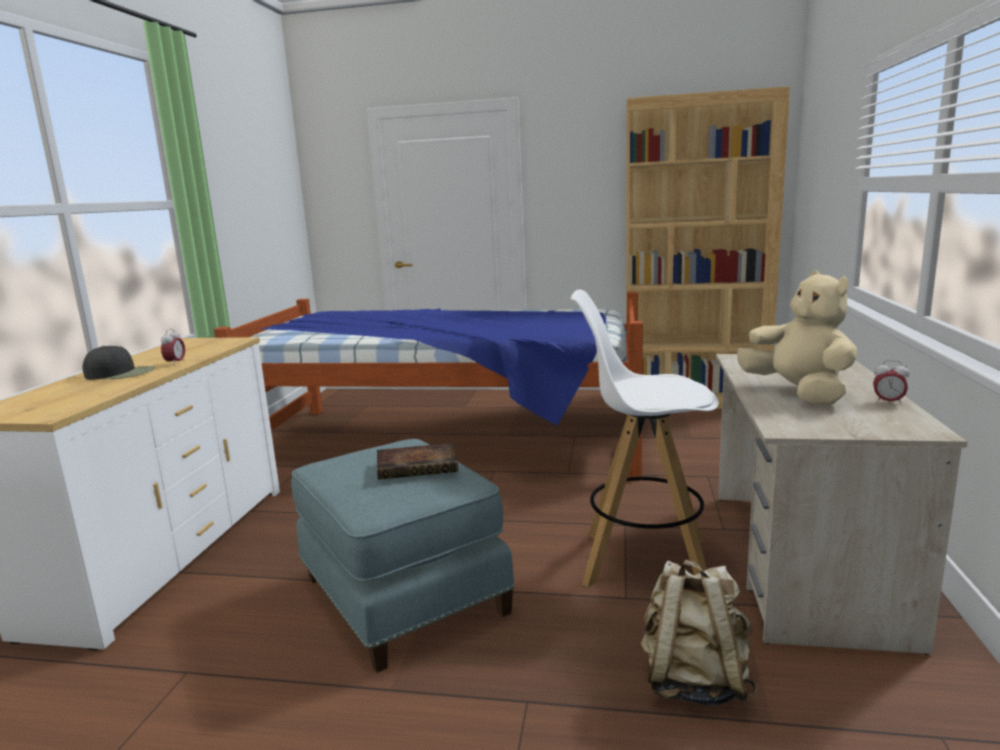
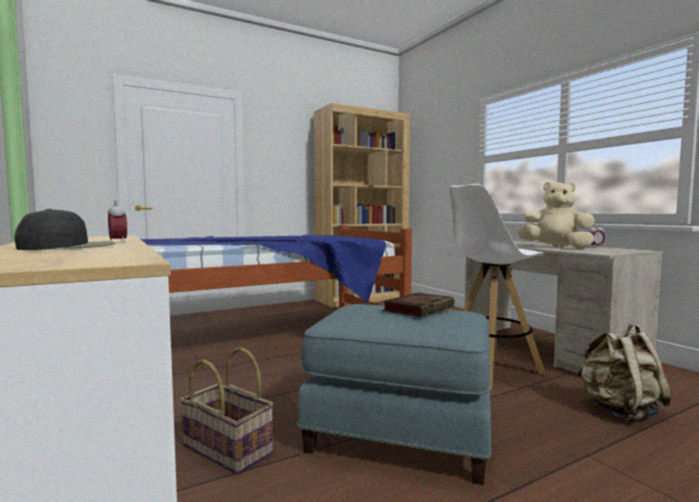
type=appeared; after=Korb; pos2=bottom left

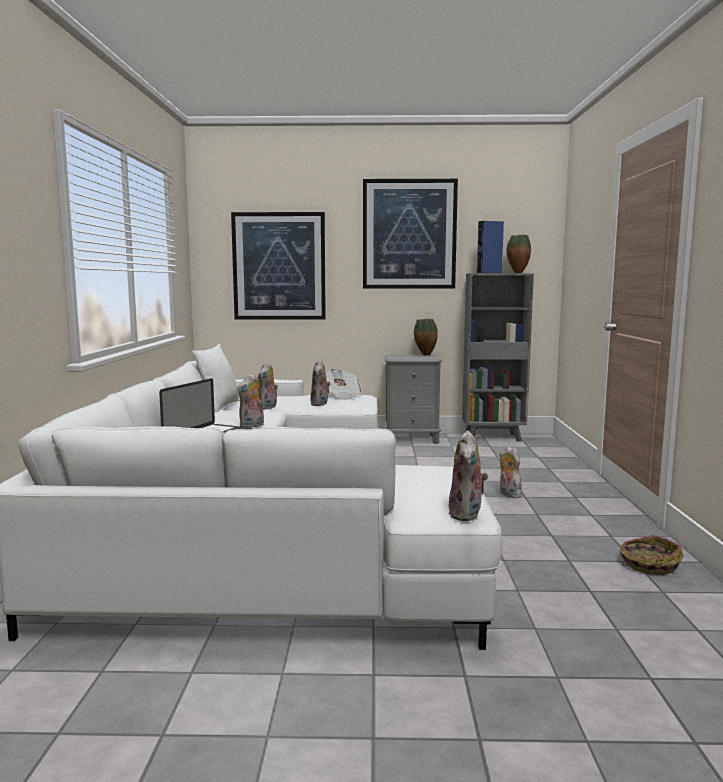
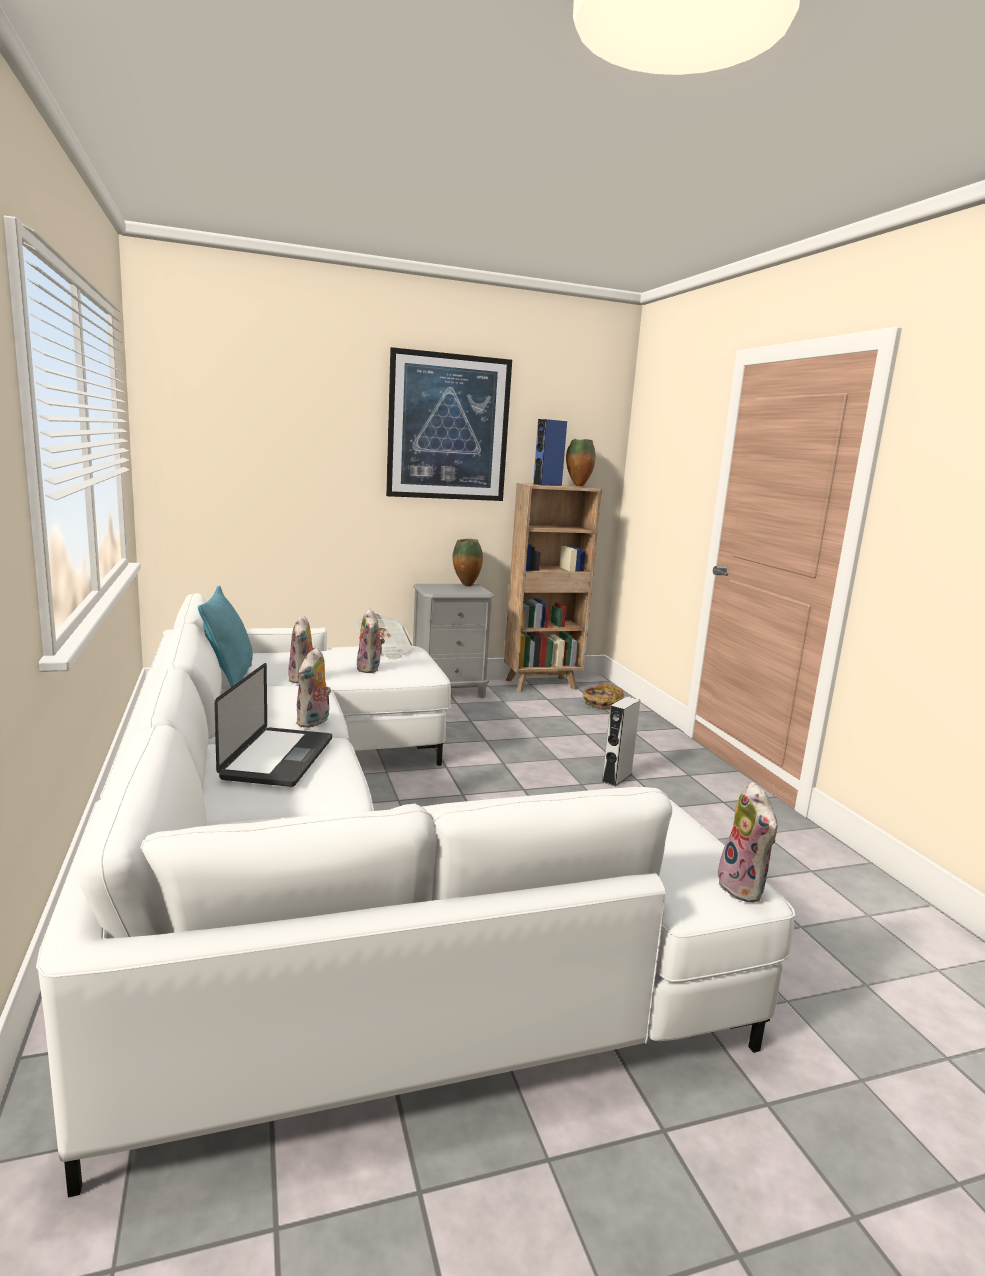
type=missing; before=Bild (no. 1 from left); pos1=centre
type=relocated; before=Korb; pos1=bottom right; pos2=centre
type=exchanged; before=Plüschtier (no. 5 from left); after=Lautsprecher/grau; pos1=middle right; pos2=centre
type=colour; before=Kissen/weiß; after=Kissen/türkis; pos1=middle left; pos2=middle left
type=colour; before=Bücherregal/grau; after=Bücherregal/braun; pos1=middle right; pos2=centre

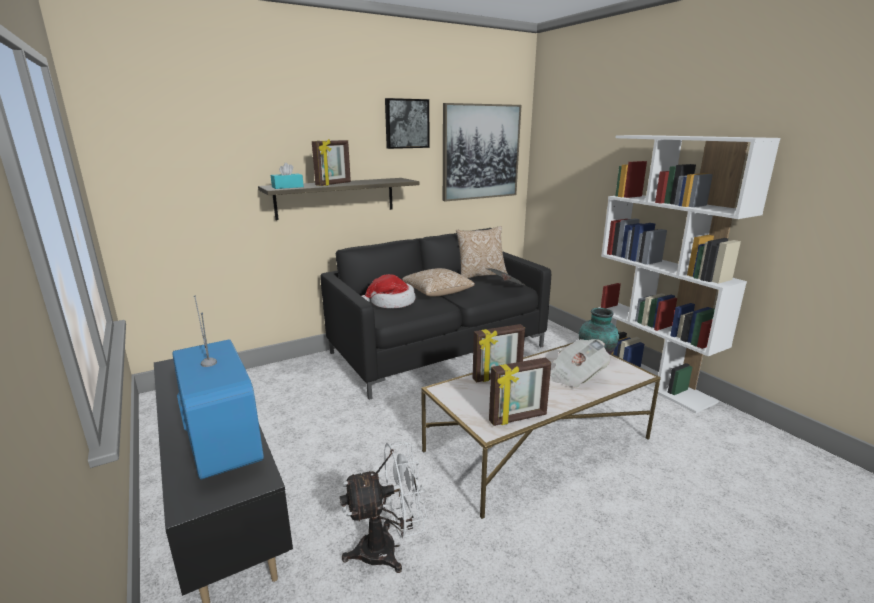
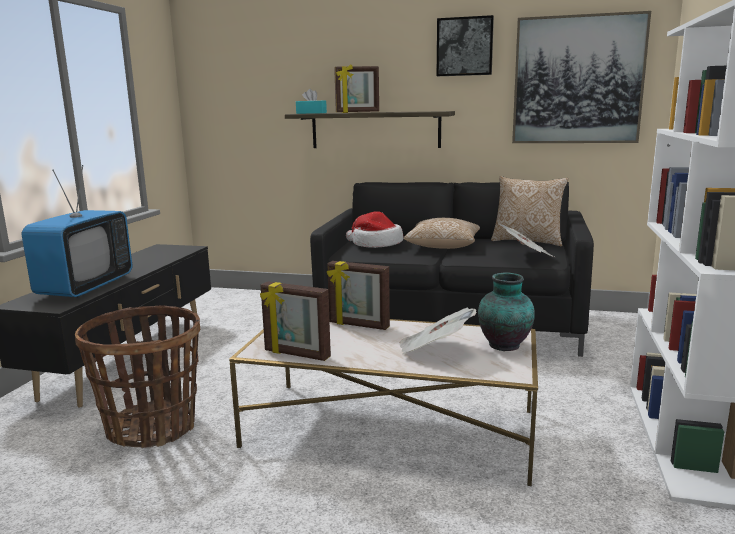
type=exchanged; before=Ventilator/weiß; after=Korb; pos1=bottom centre; pos2=bottom left

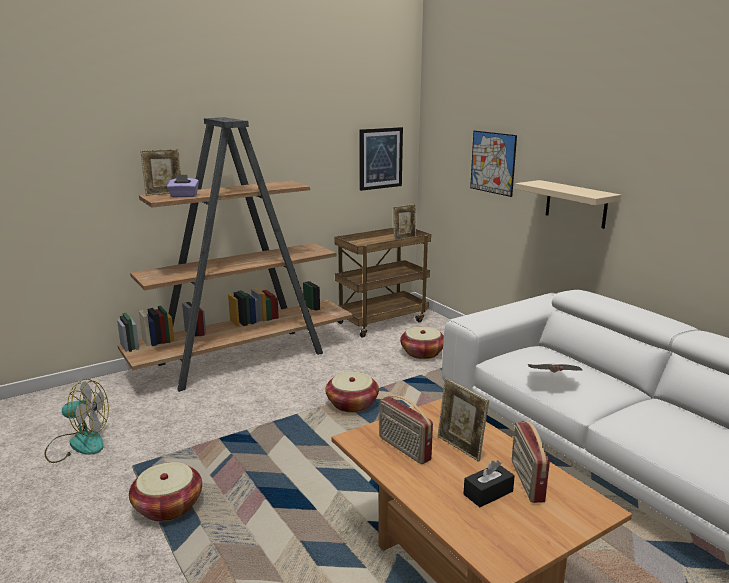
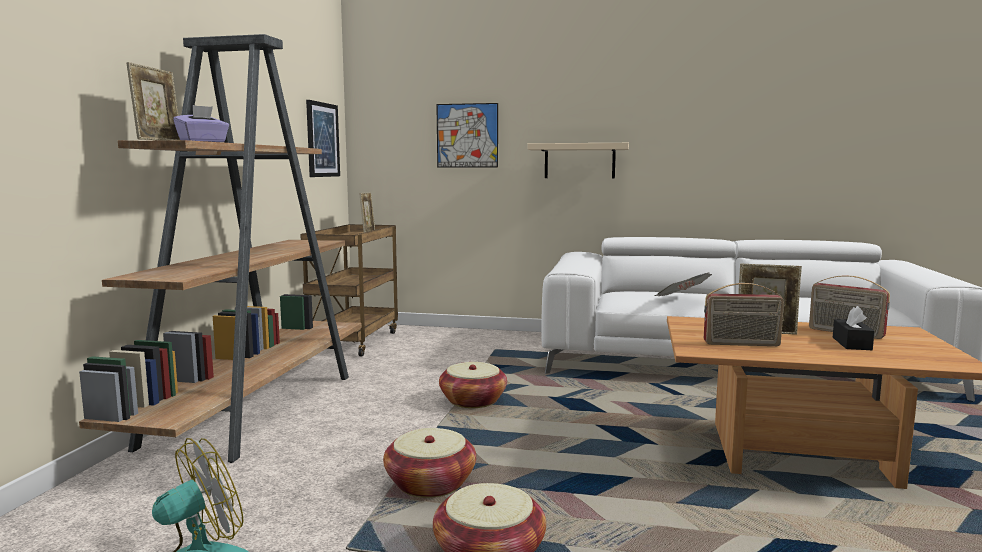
type=relocated; before=Korb (no. 3 from left in the first image); after=Korb (no. 1 from left); pos1=centre; pos2=bottom centre

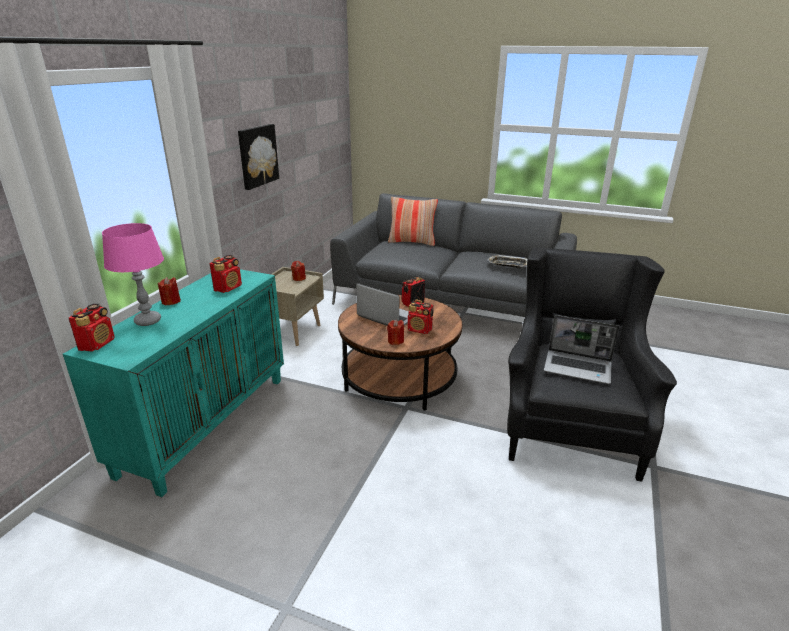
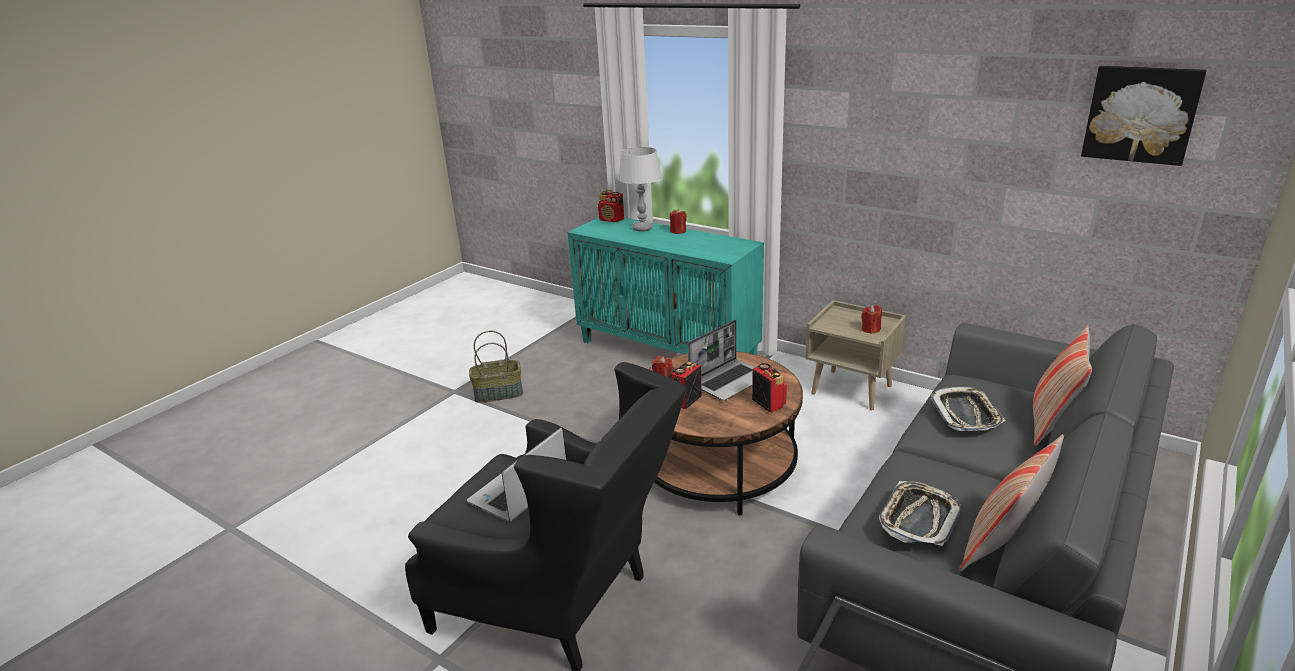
type=missing; before=Radio (no. 2 from left); pos1=middle left
type=appeared; after=Korb; pos2=centre
type=appeared; after=Tablett (no. 2 from left); pos2=middle right
type=appeared; after=Kissen (no. 1 from left); pos2=bottom right
type=relocated; before=Bild; pos1=top left; pos2=top right
type=colour; before=Tischlampe/rosa; after=Tischlampe/grau; pos1=middle left; pos2=top centre

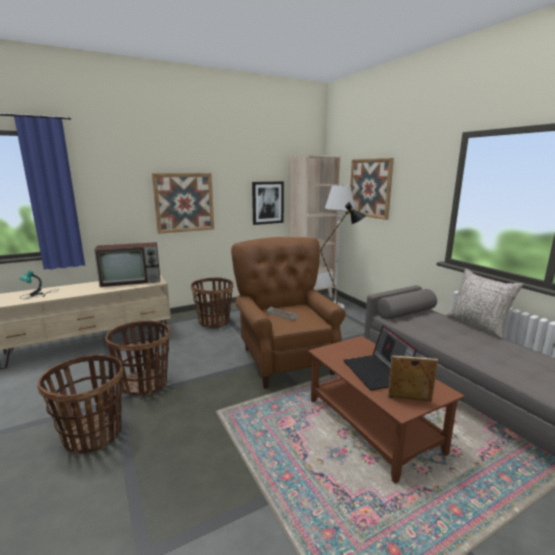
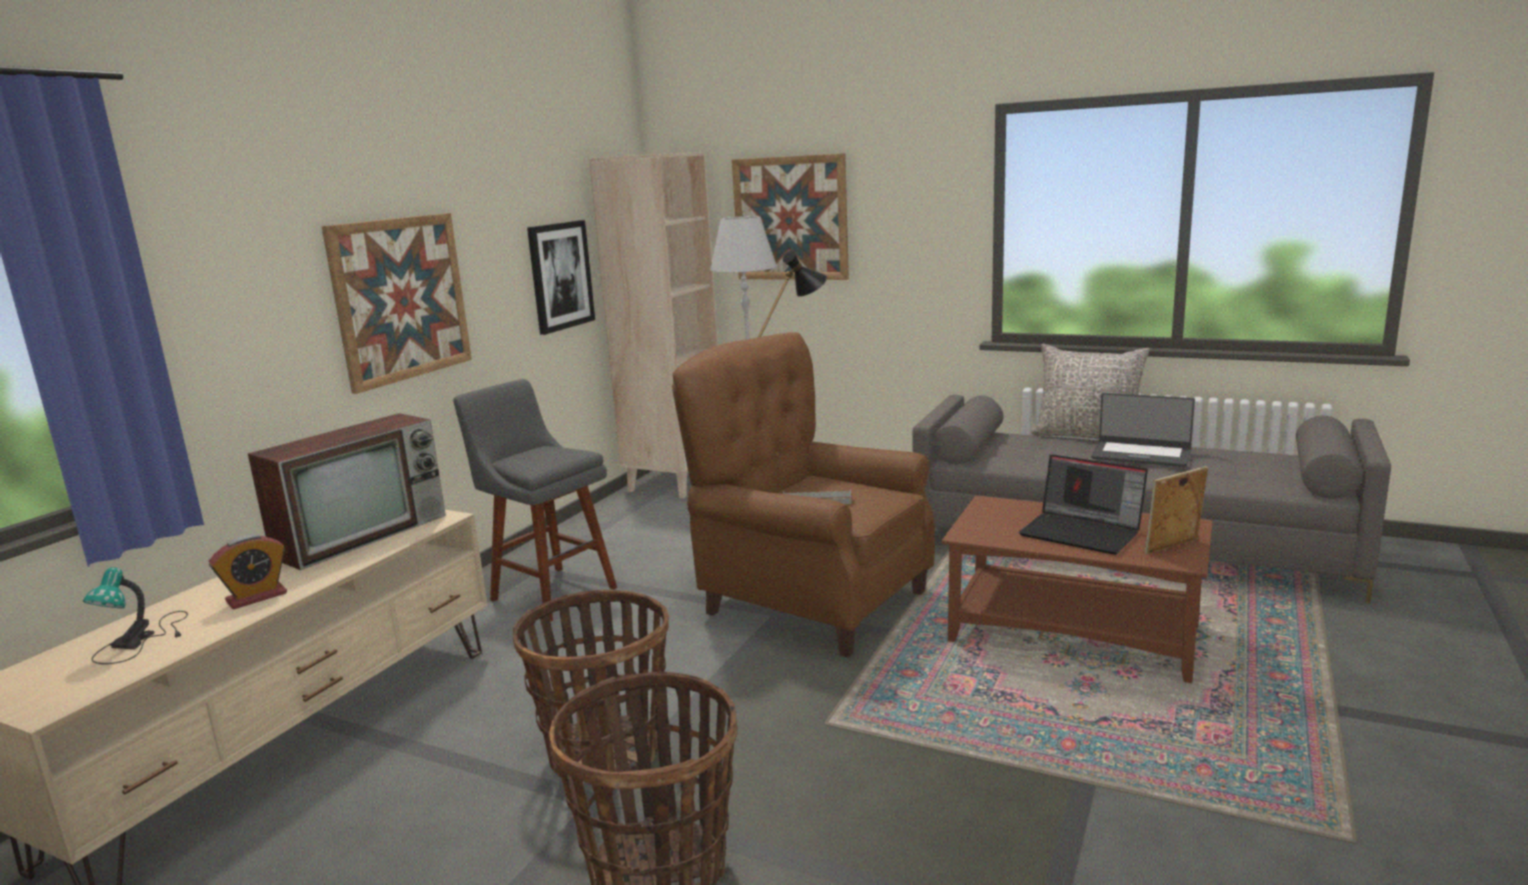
type=appeared; after=Wecker; pos2=middle left
type=appeared; after=Laptop (no. 2 from left); pos2=middle right
type=exchanged; before=Korb (no. 3 from left); after=Hocker/grau; pos1=centre; pos2=centre

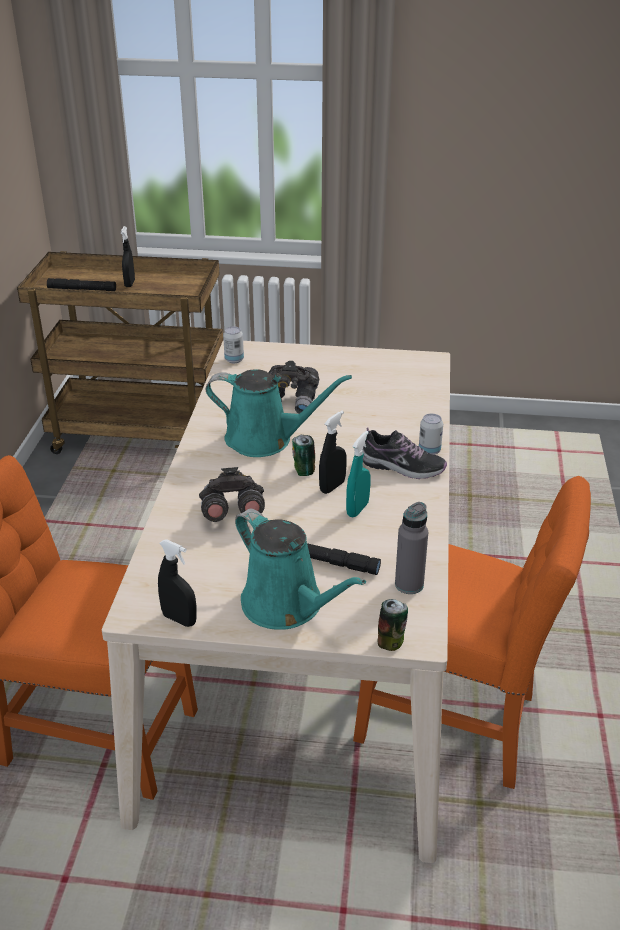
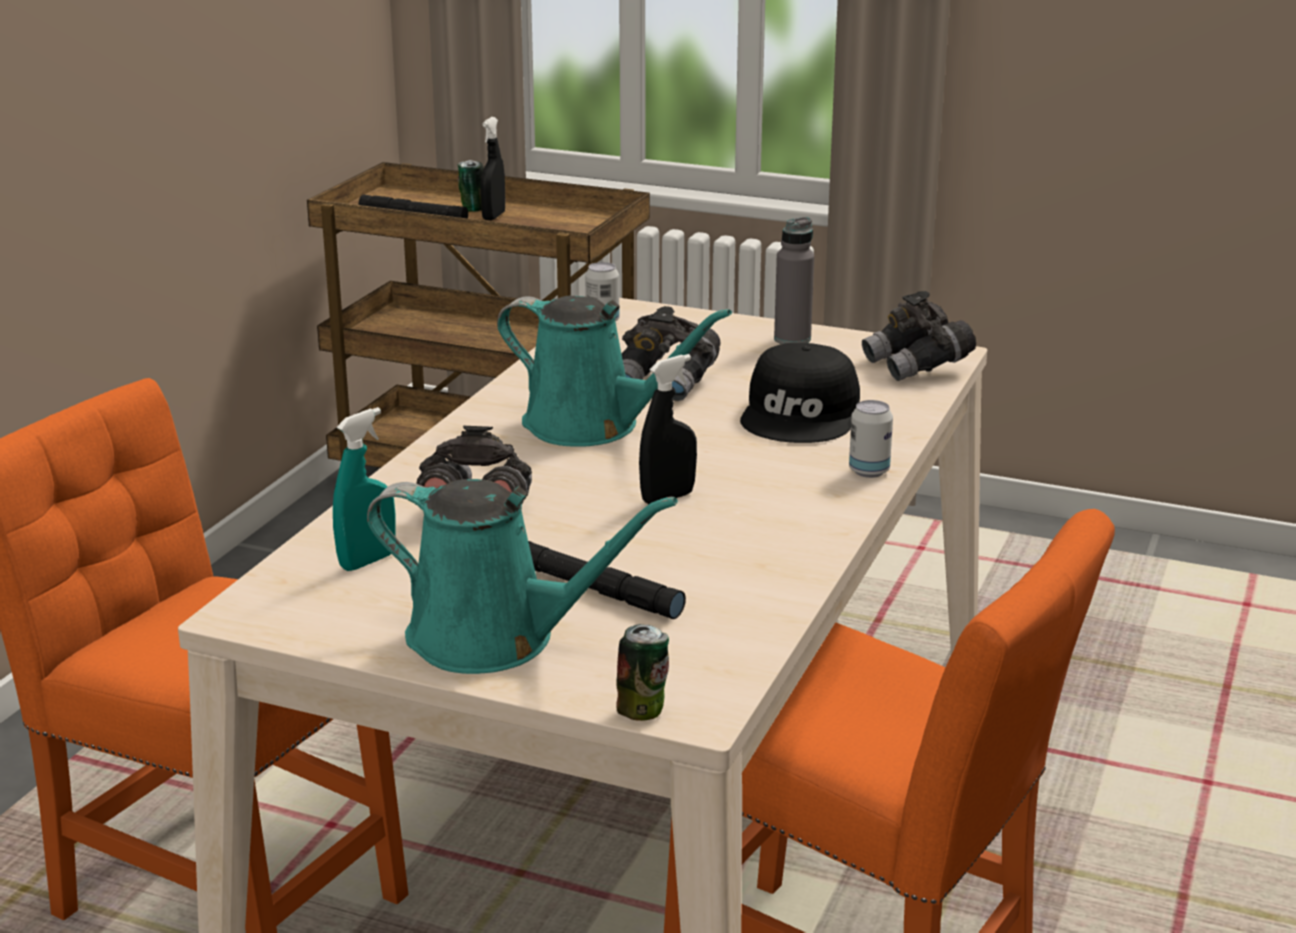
type=missing; before=Sprühflasche/schwarz (no. 2 from left); pos1=middle left
type=missing; before=Schuh; pos1=centre
type=appeared; after=Kappe/schwarz; pos2=centre
type=appeared; after=Fernglas/grau (no. 3 from left); pos2=middle right
type=relocated; before=Dose (no. 2 from left in the first image); after=Dose (no. 1 from left); pos1=centre; pos2=top centre
type=relocated; before=Sprühflasche/türkis; pos1=centre; pos2=middle left
type=relocated; before=Flasche/grau; pos1=centre; pos2=top centre
type=spun; before=Gießkanne/türkis (no. 2 from left in the first image); pos1=centre; pos2=centre; turn=-45

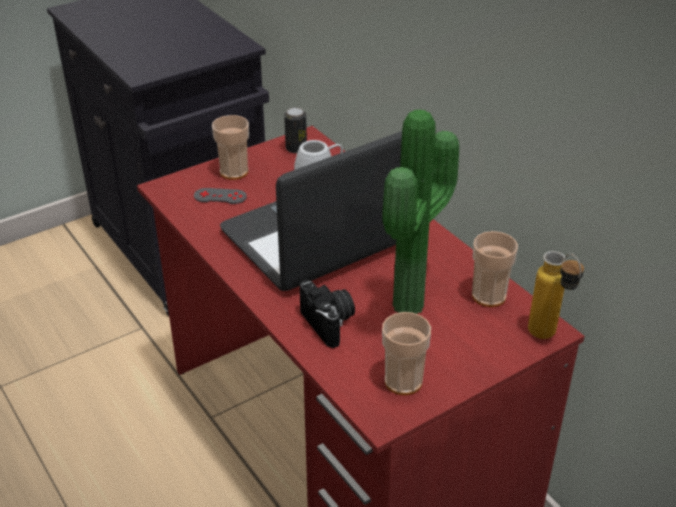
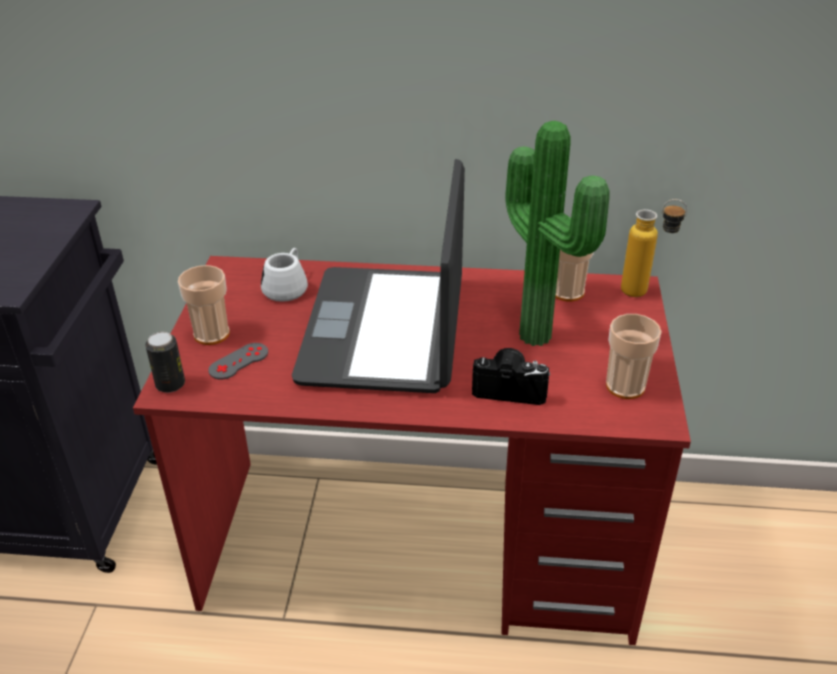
type=relocated; before=Dose; pos1=top centre; pos2=middle left

